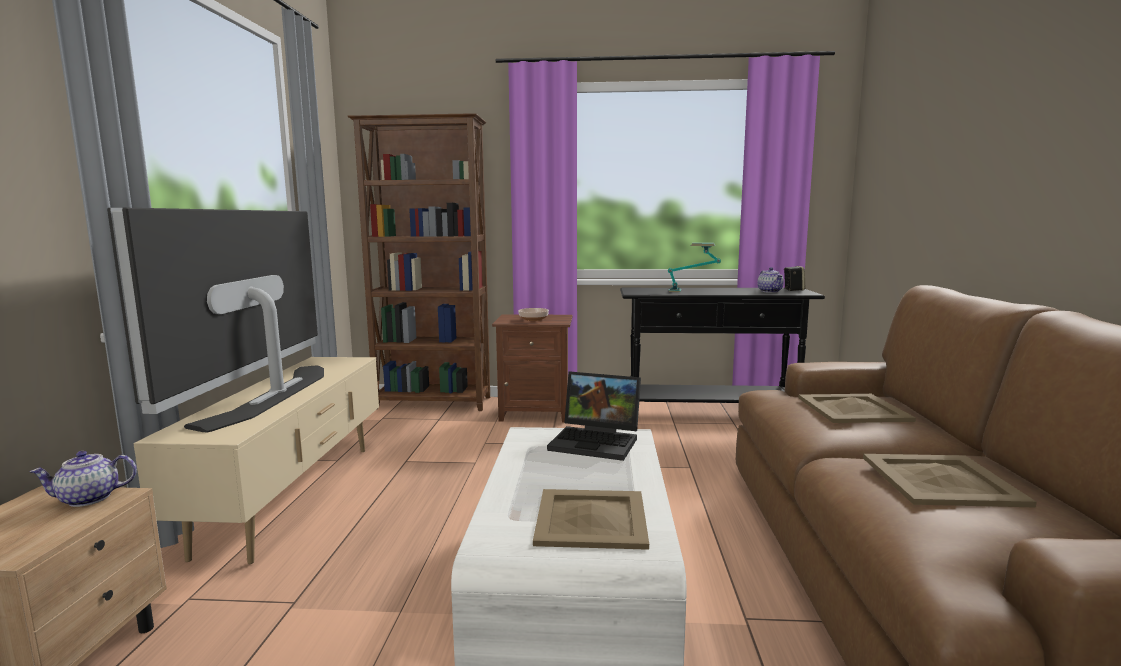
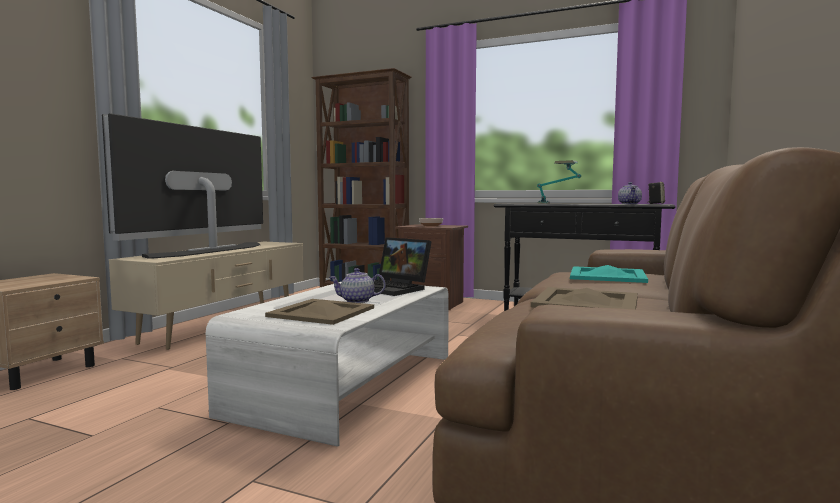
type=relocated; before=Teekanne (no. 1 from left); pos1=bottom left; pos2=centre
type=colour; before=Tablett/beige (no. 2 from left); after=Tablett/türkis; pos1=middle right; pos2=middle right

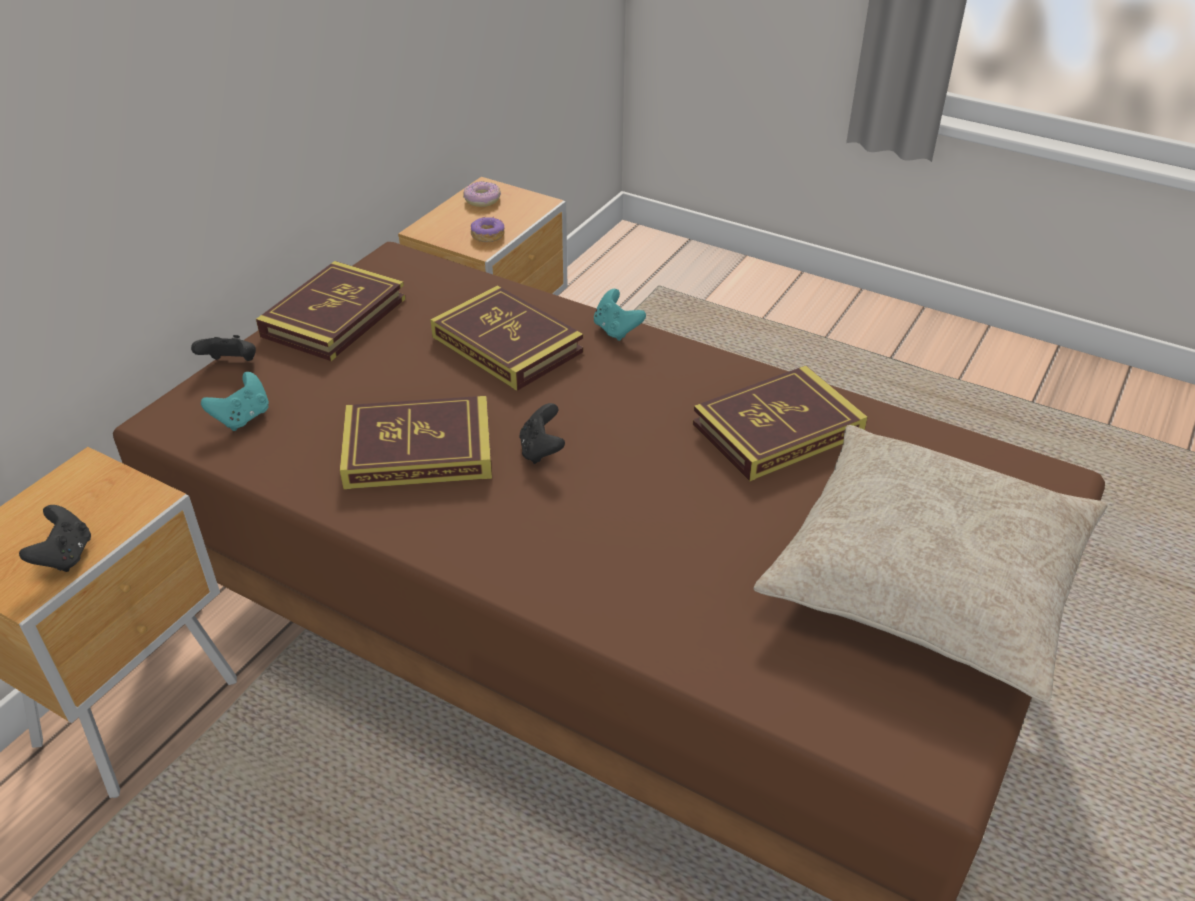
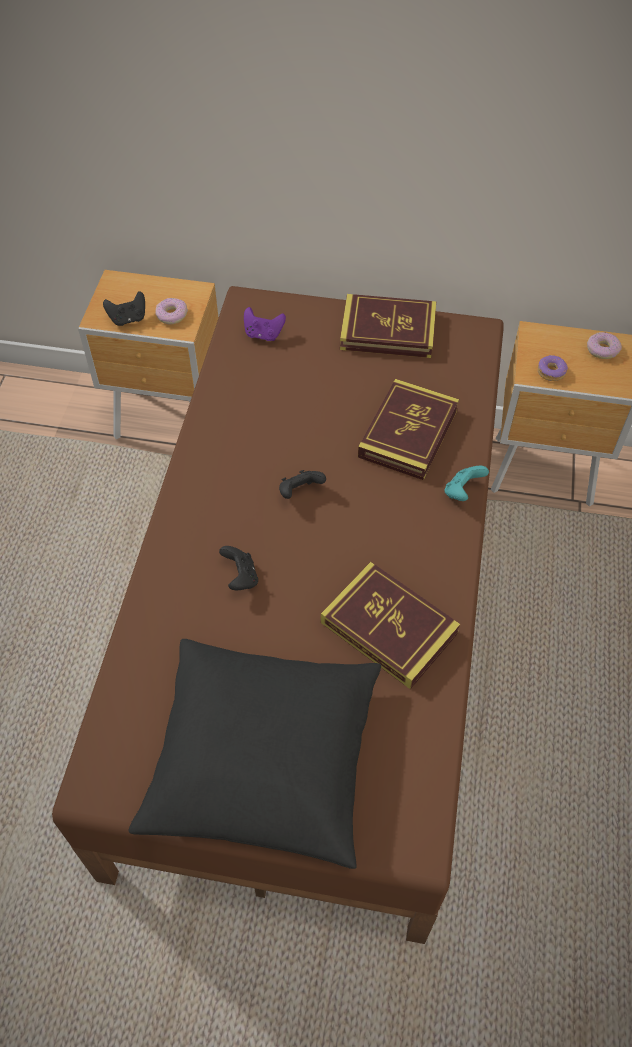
type=missing; before=Buch (no. 2 from left); pos1=centre
type=appeared; after=Donut (no. 1 from left); pos2=top left
type=relocated; before=Gamepad/schwarz (no. 2 from left); pos1=middle left; pos2=centre
type=colour; before=Gamepad/türkis (no. 1 from left); after=Gamepad/lila; pos1=middle left; pos2=top centre
type=colour; before=Kissen/beige; after=Kissen/schwarz; pos1=middle right; pos2=bottom centre

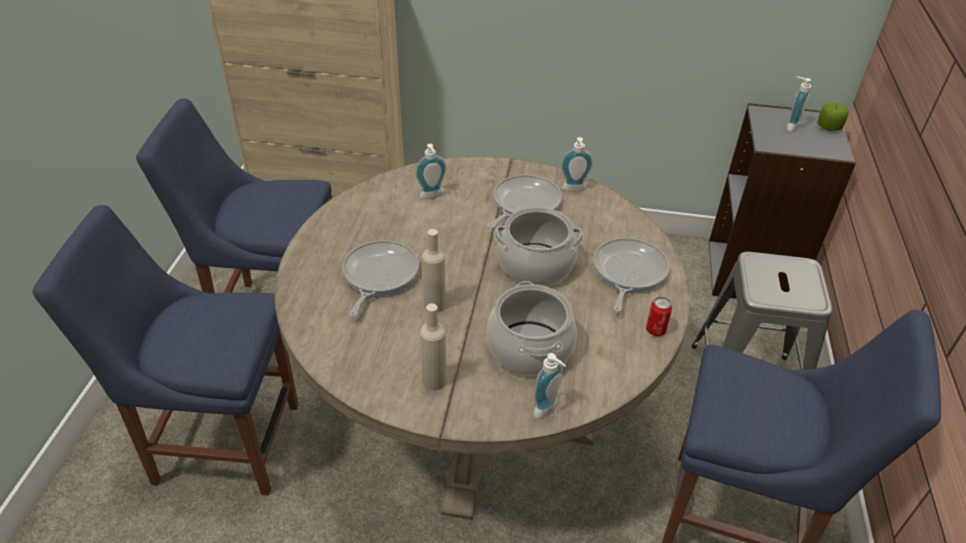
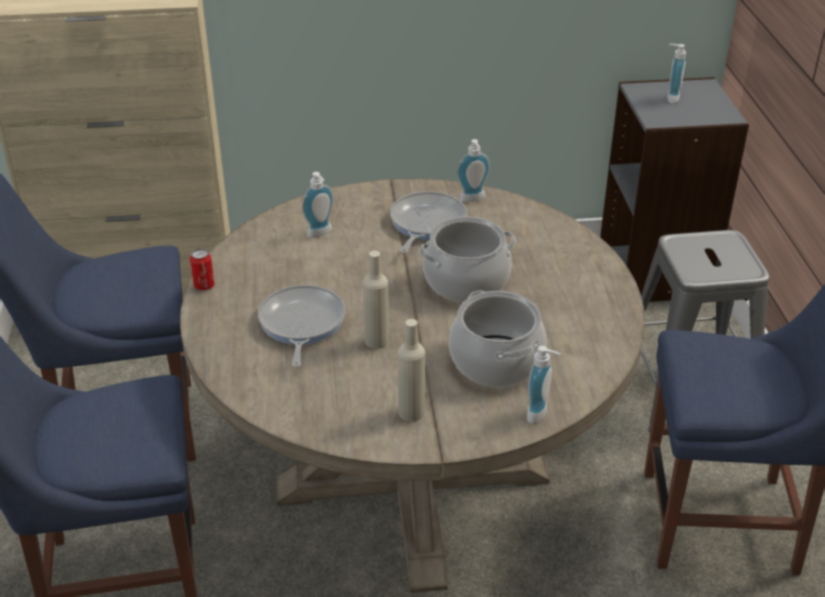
type=missing; before=Pfanne (no. 3 from left); pos1=centre
type=missing; before=Apfel; pos1=top right
type=relocated; before=Dose; pos1=middle right; pos2=middle left

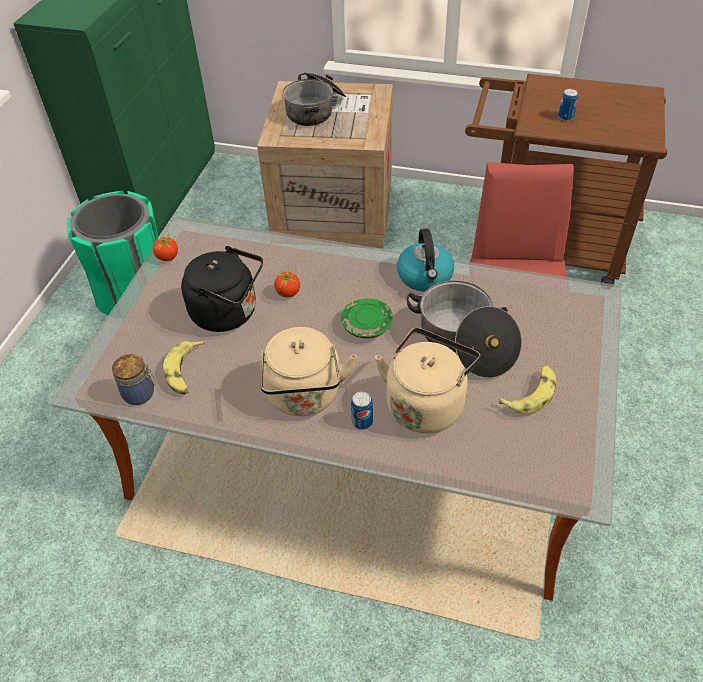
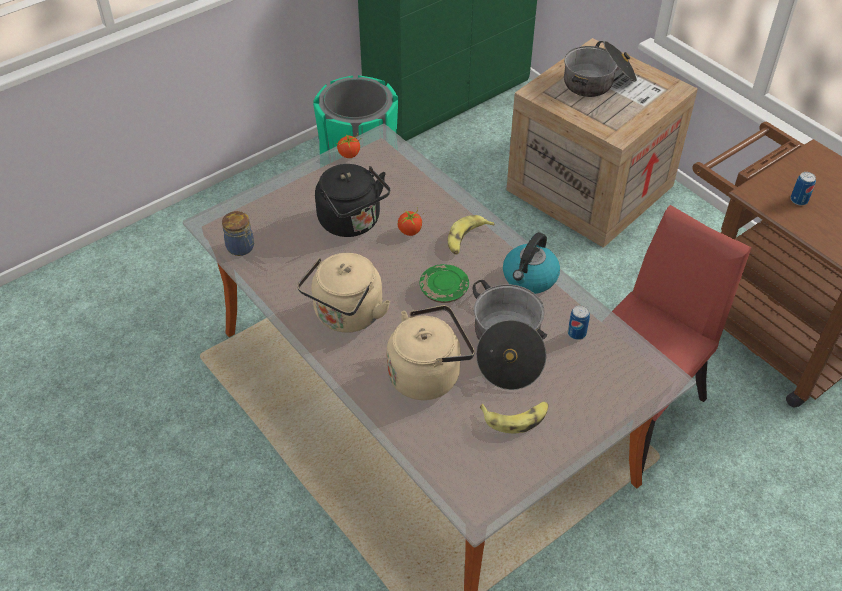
type=relocated; before=Banane (no. 1 from left); pos1=middle left; pos2=centre
type=relocated; before=Dose (no. 1 from left); pos1=centre; pos2=middle right

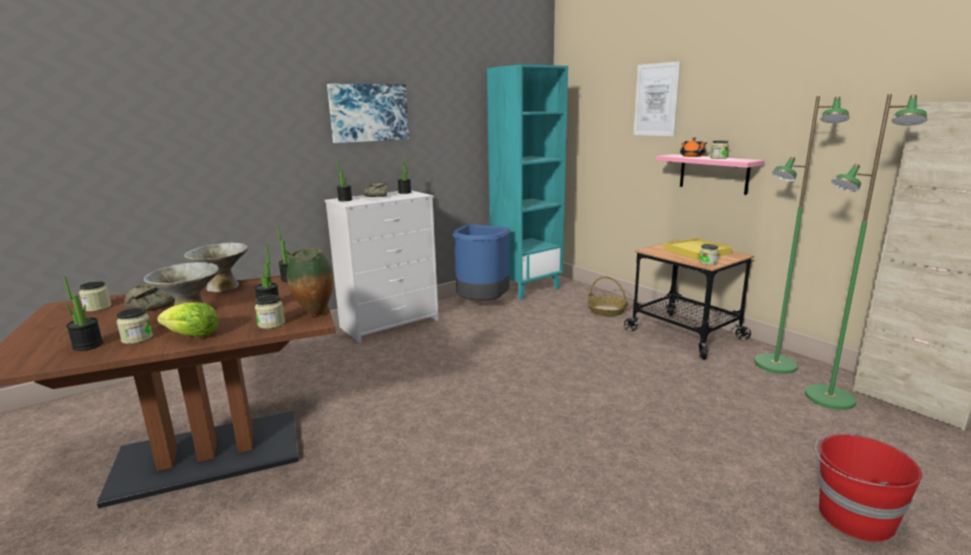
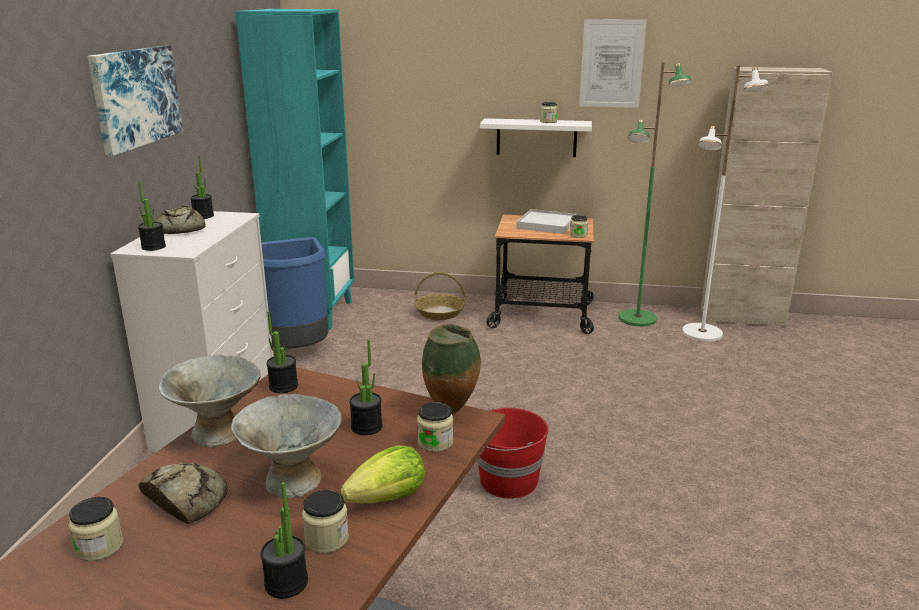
type=missing; before=Teekanne/orange; pos1=top right
type=relocated; before=Bild (no. 2 from left); pos1=top right; pos2=top centre
type=relocated; before=Eimer/rot; pos1=bottom right; pos2=bottom centre
type=colour; before=Wandregal/rosa; after=Wandregal/weiß; pos1=top right; pos2=top centre
type=colour; before=Tablett/gelb; after=Tablett/weiß; pos1=middle right; pos2=centre
type=colour; before=Stehlampe/grün (no. 2 from left); after=Stehlampe/weiß; pos1=middle right; pos2=middle right

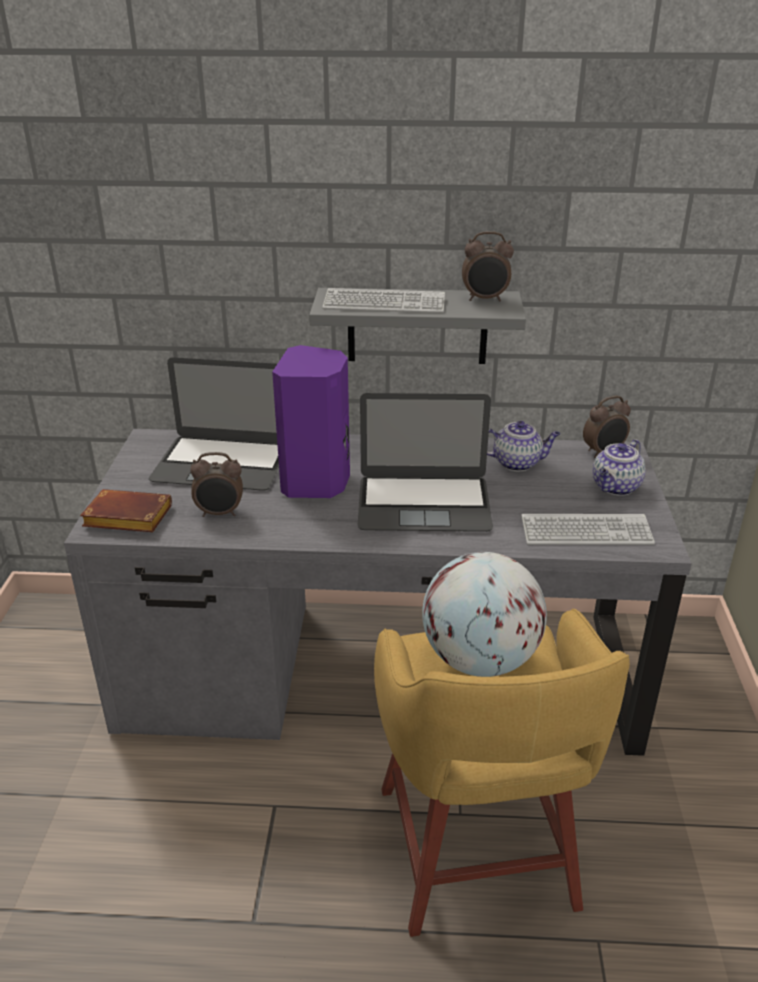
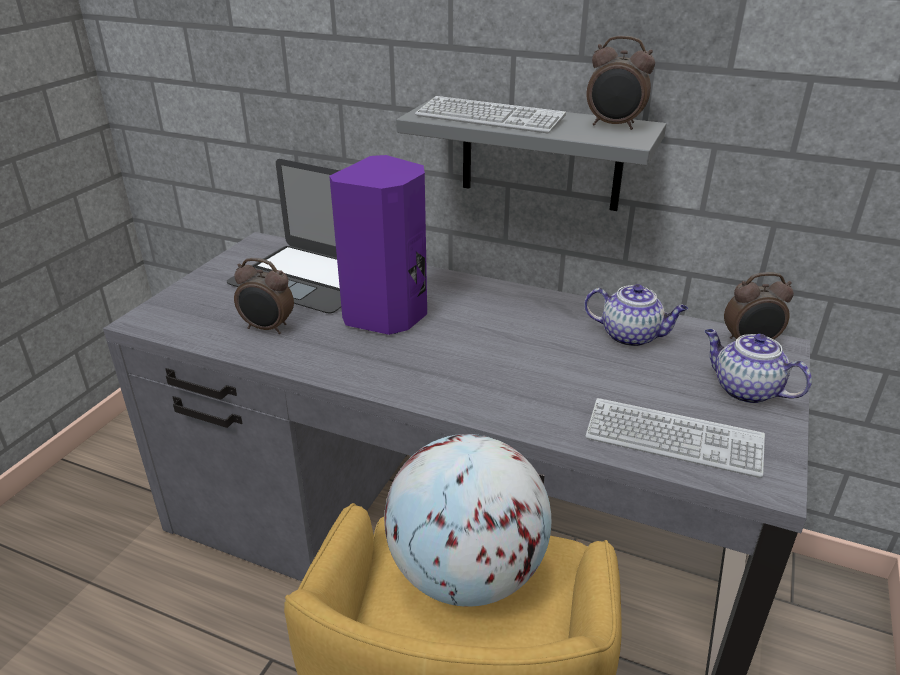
type=missing; before=Buch/braun; pos1=middle left
type=missing; before=Laptop (no. 2 from left); pos1=centre
type=spun; before=Teekanne (no. 2 from left); pos1=middle right; pos2=middle right; turn=75

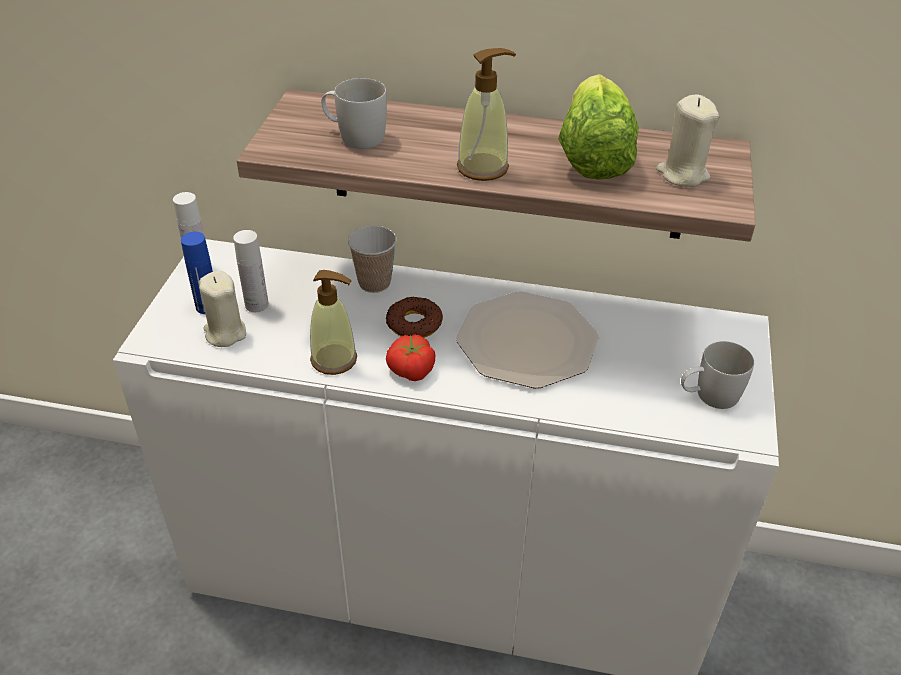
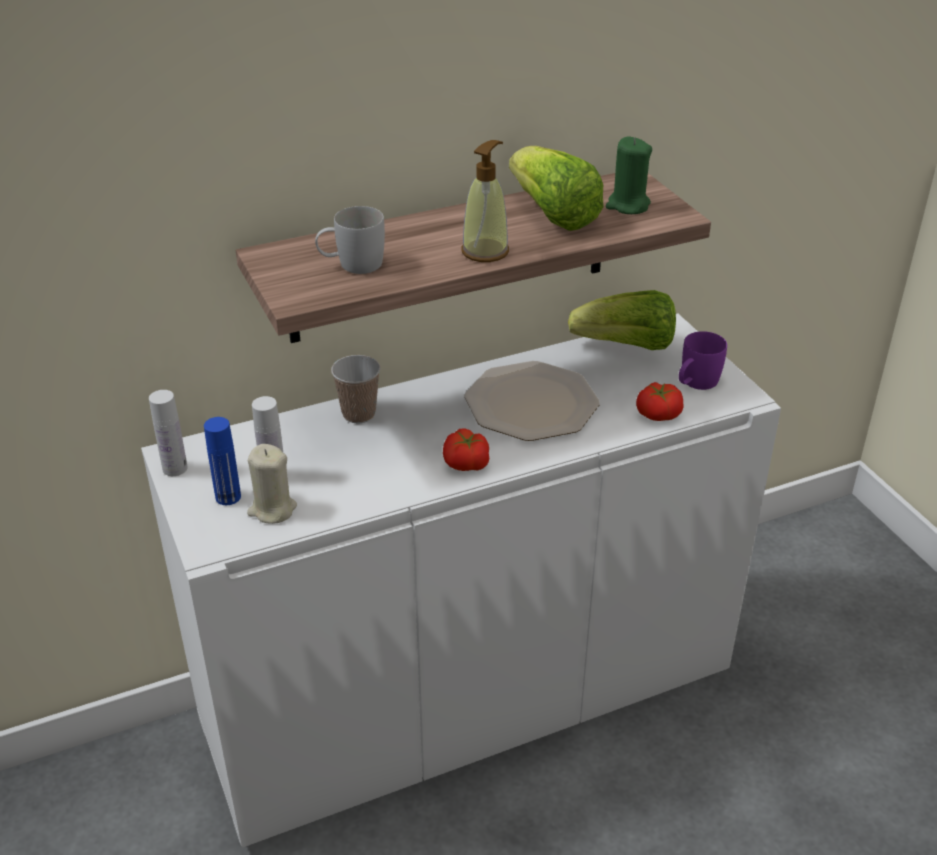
type=missing; before=Seifenspender (no. 1 from left); pos1=centre
type=missing; before=Donut; pos1=centre
type=appeared; after=Salatkopf (no. 2 from left); pos2=centre
type=appeared; after=Tomate (no. 2 from left); pos2=middle right
type=colour; before=Kerze/beige (no. 2 from left); after=Kerze/grün; pos1=top right; pos2=top right
type=colour; before=Henkelbecher/weiß (no. 2 from left); after=Henkelbecher/lila; pos1=middle right; pos2=middle right

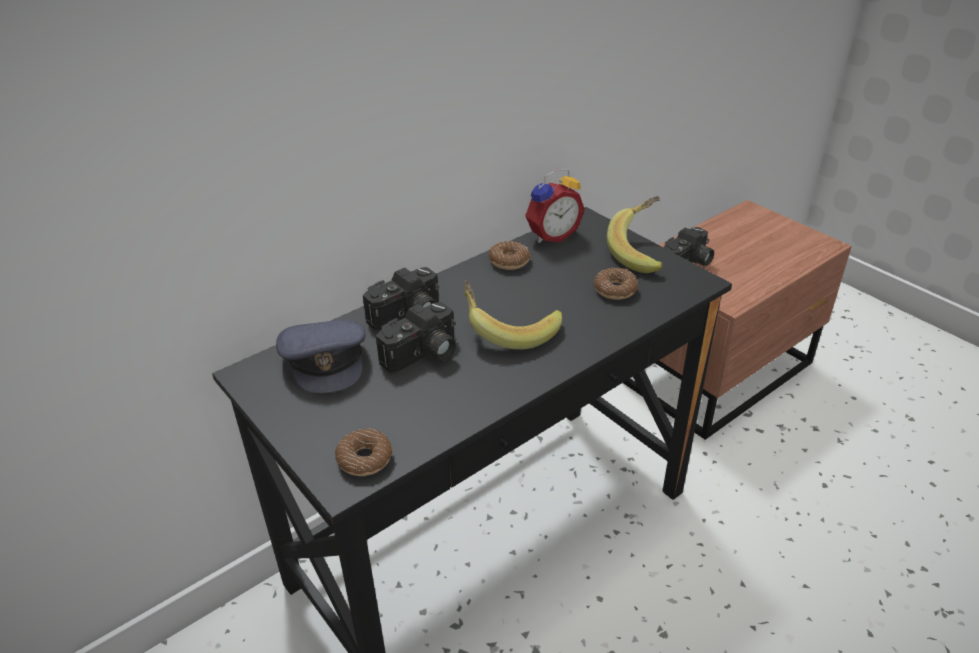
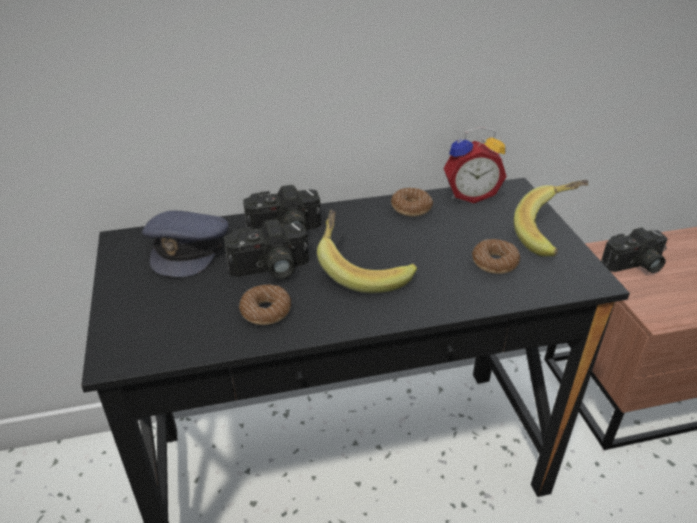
type=relocated; before=Donut (no. 1 from left); pos1=bottom centre; pos2=centre

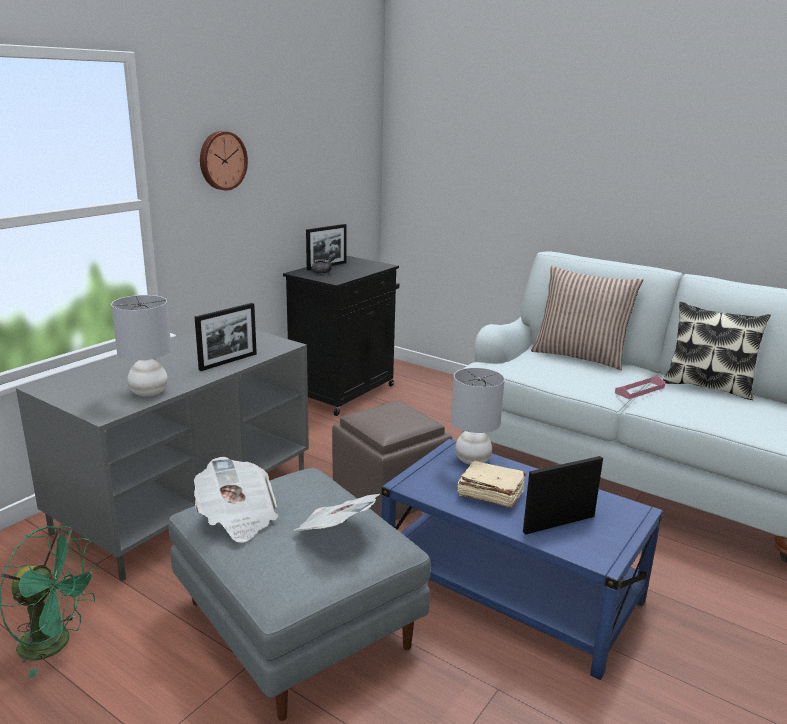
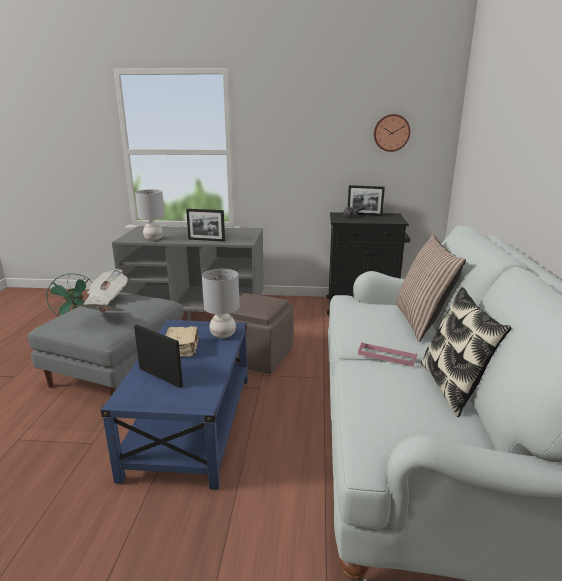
type=relocated; before=Wanduhr; pos1=top left; pos2=top right

